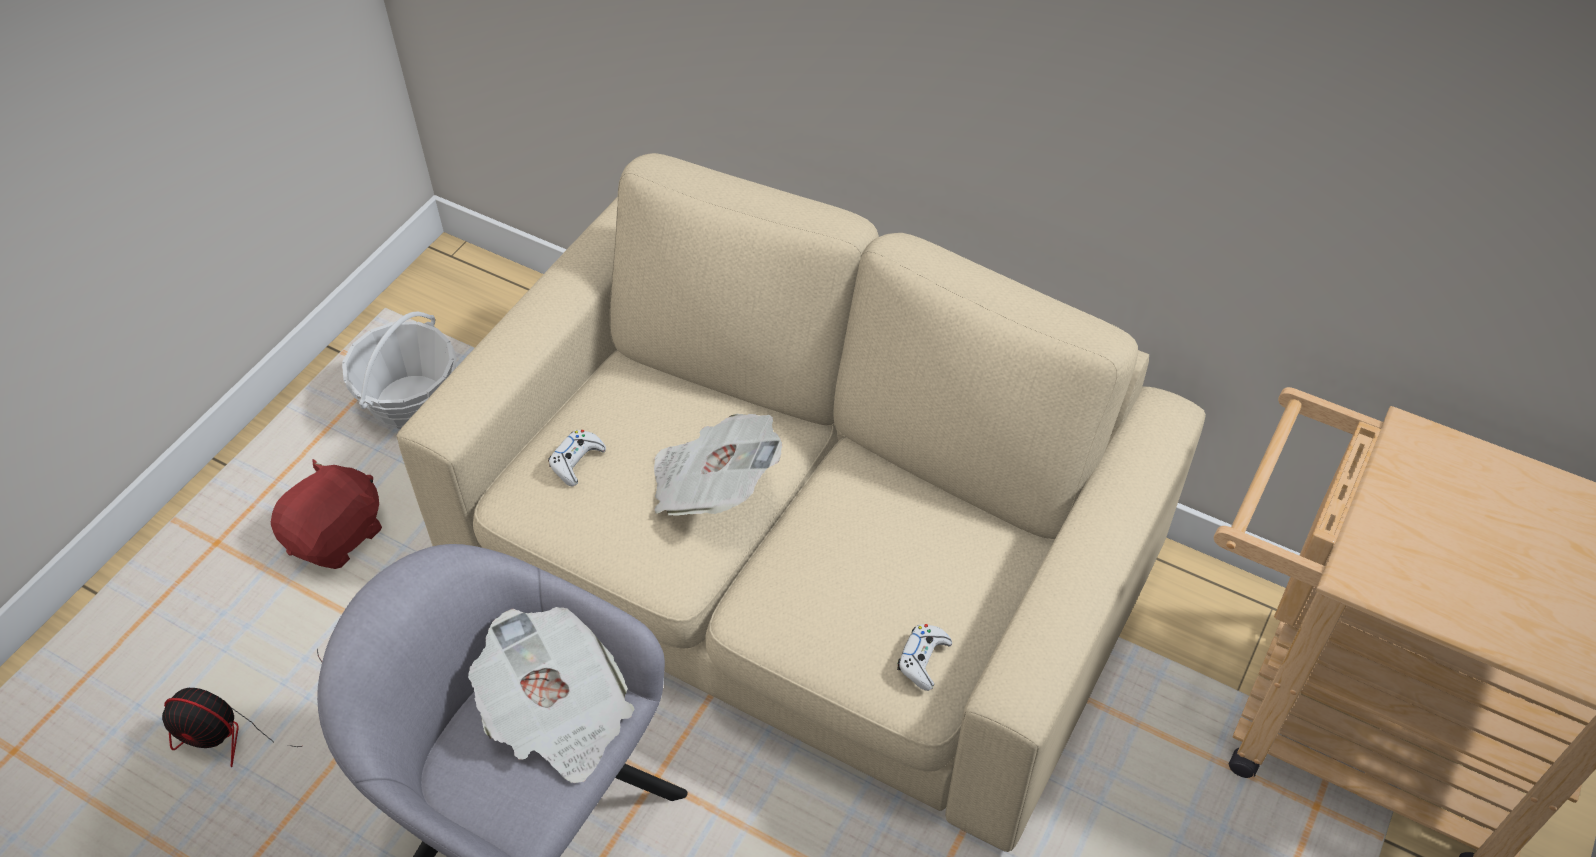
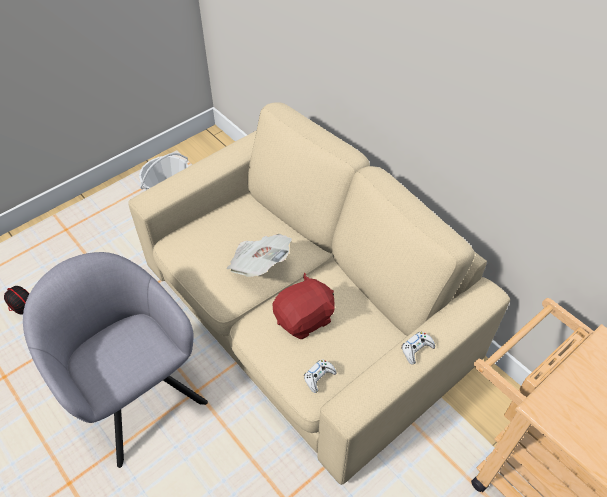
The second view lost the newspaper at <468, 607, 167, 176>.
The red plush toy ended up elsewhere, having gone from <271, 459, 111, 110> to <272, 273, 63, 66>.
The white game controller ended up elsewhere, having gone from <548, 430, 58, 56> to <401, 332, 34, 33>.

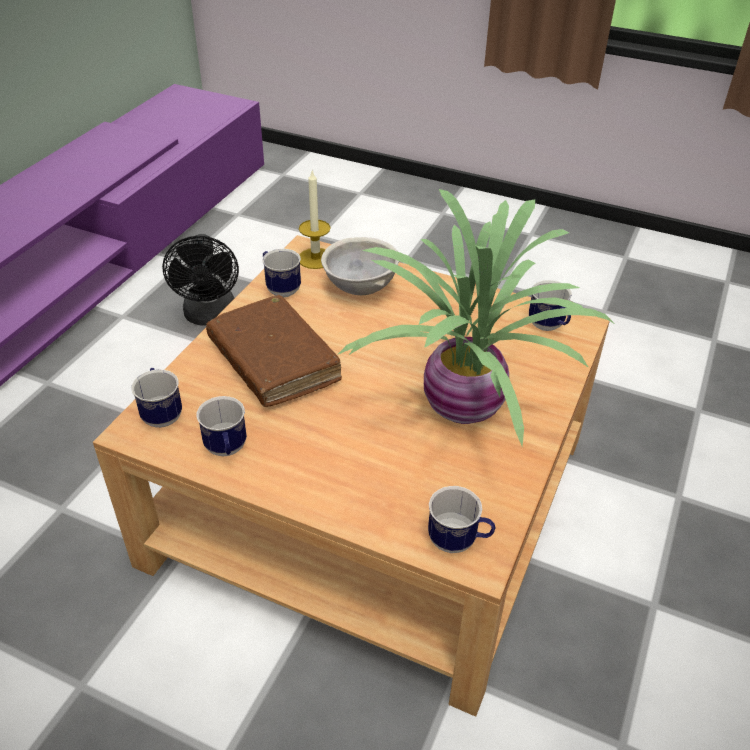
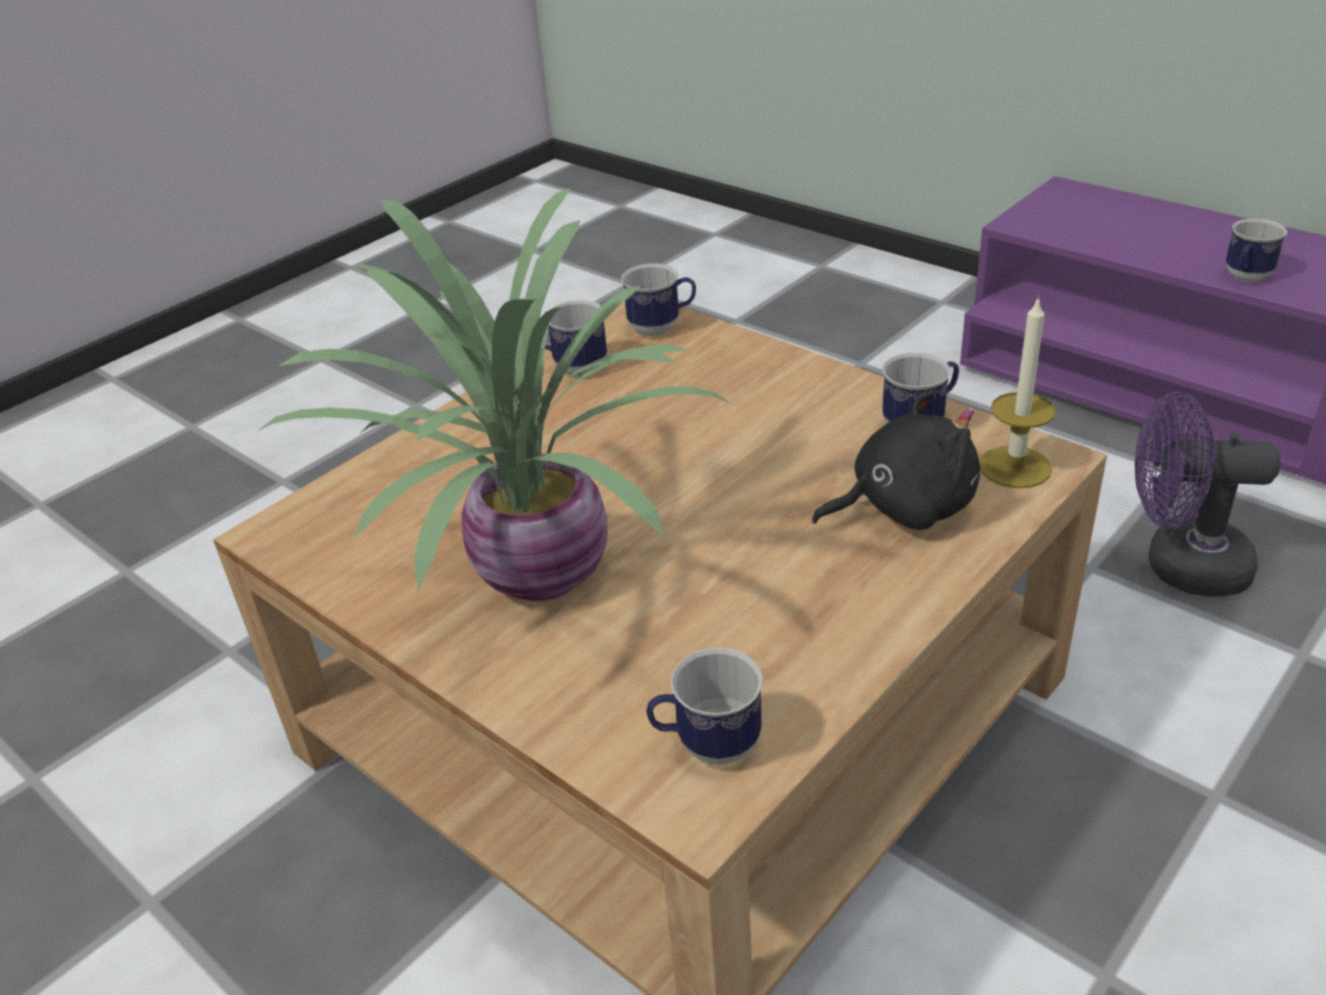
The second view lost the brown book at <206, 295, 136, 112>.
The mug ended up elsewhere, having gone from <428, 486, 67, 67> to <1226, 219, 61, 63>.
Where the grey bowl stood at <321, 237, 78, 58>, the black plush toy came to stand at <812, 390, 168, 140>.
What was the black fan at <162, 234, 77, 91> turned into the purple fan at <1135, 391, 145, 205>.

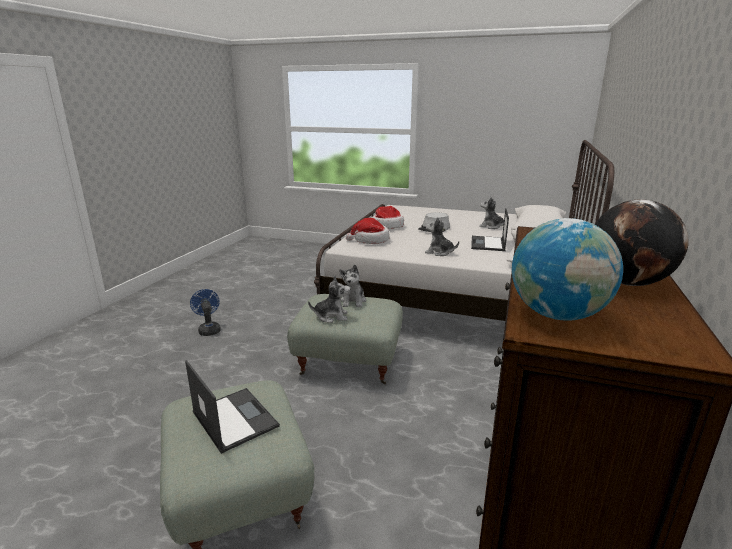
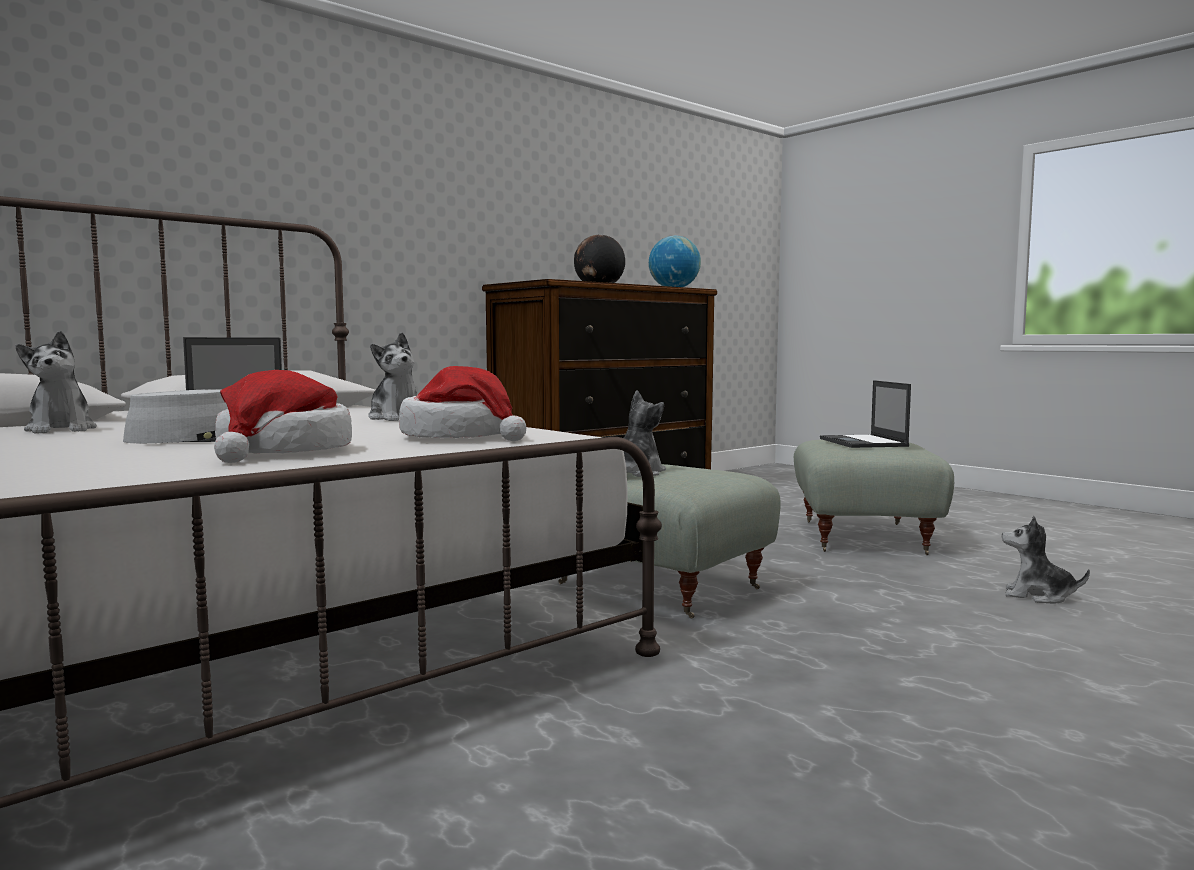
The second view lost the blue fan at <190, 289, 31, 47>.
The plush toy ended up elsewhere, having gone from <308, 275, 43, 48> to <1002, 516, 88, 88>.

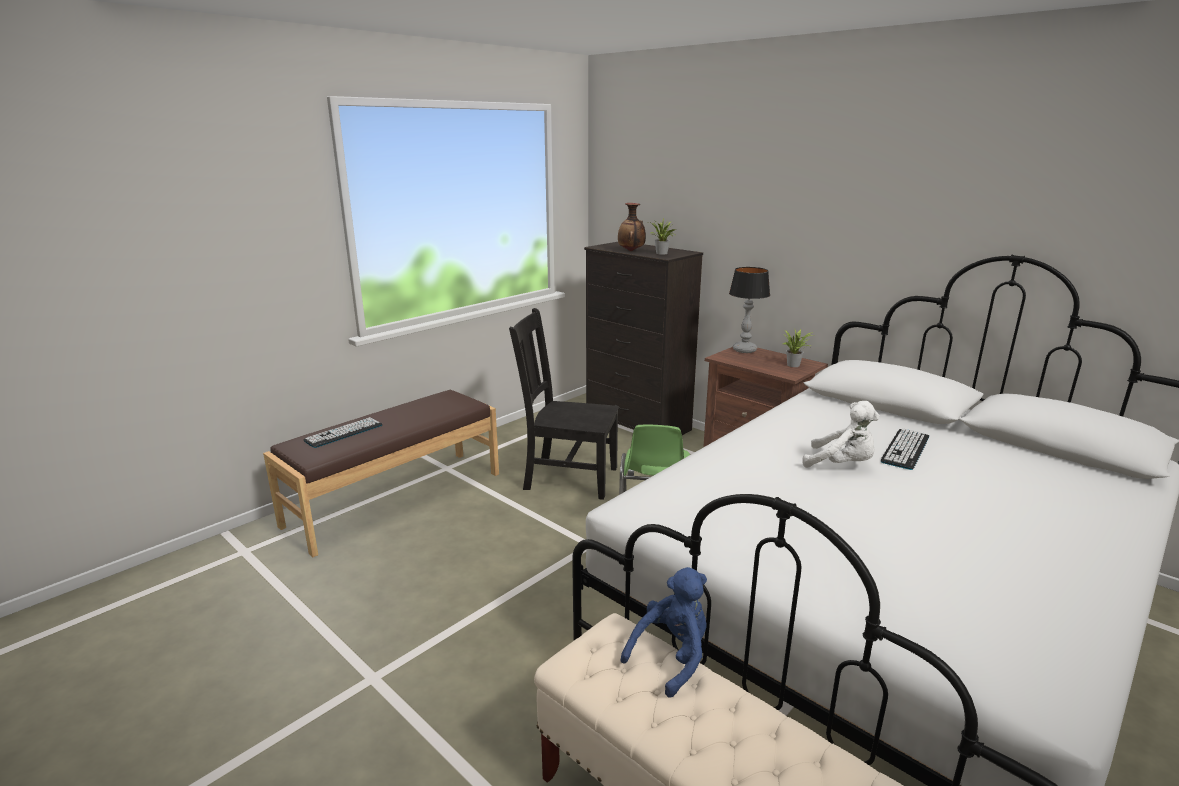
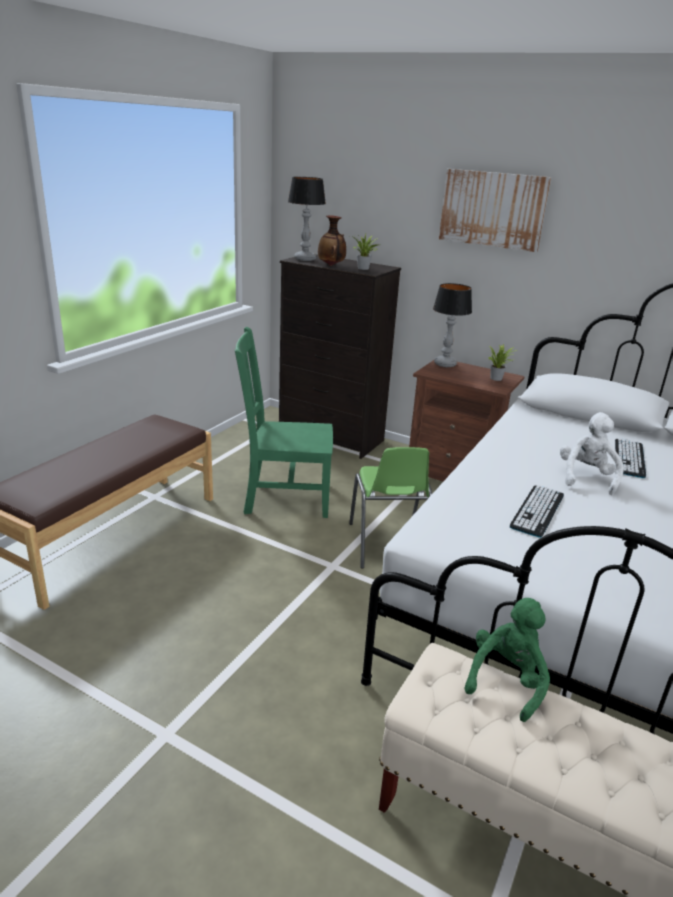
The second view gained the table lamp at <288, 177, 38, 84>.
The second view gained the picture at <439, 169, 112, 83>.
The keyboard ended up elsewhere, having gone from <303, 417, 80, 31> to <510, 485, 54, 53>.
What was the black chair at <509, 308, 110, 192> turned into the green chair at <235, 327, 98, 191>.
What was the blue plush toy at <620, 567, 87, 131> turned into the green plush toy at <465, 598, 85, 124>.
The white plush toy at <802, 401, 78, 67> ended up facing another way, 90 degrees counterclockwise from before.

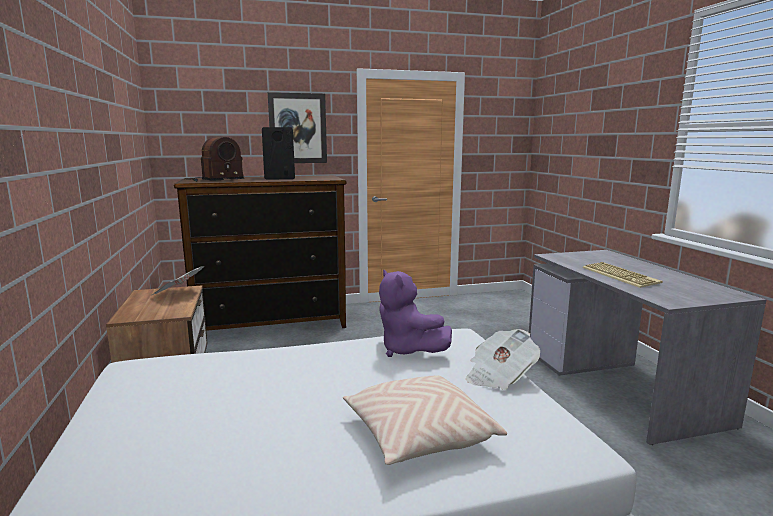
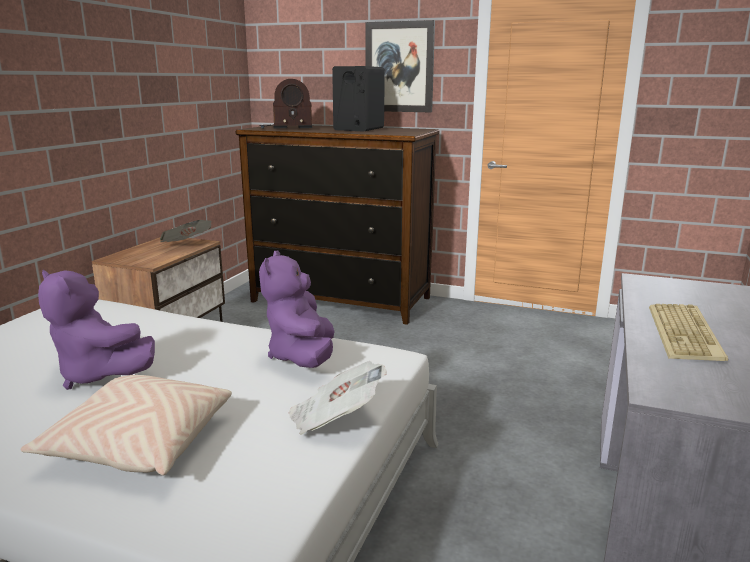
The second view gained the purple plush toy at <38, 270, 117, 120>.

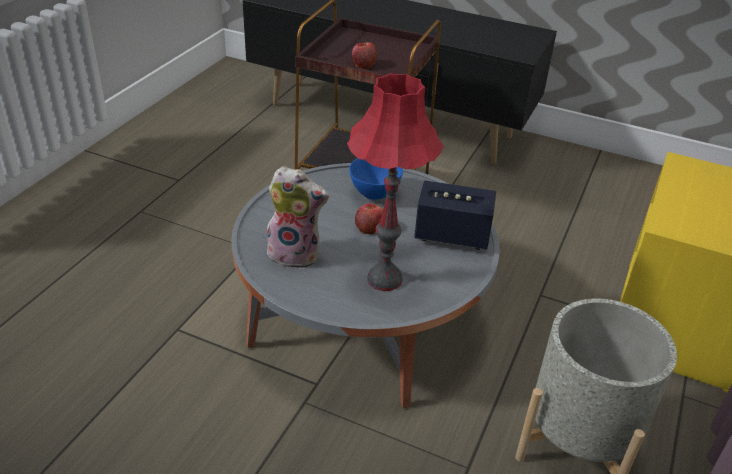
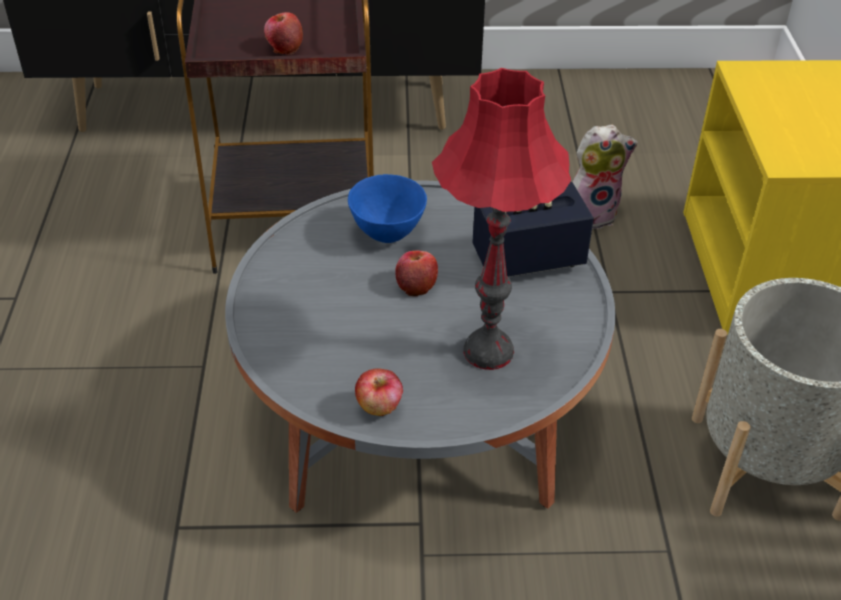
The second view gained the apple at <355, 368, 48, 48>.
The plush toy ended up elsewhere, having gone from <267, 166, 62, 103> to <572, 125, 66, 104>.

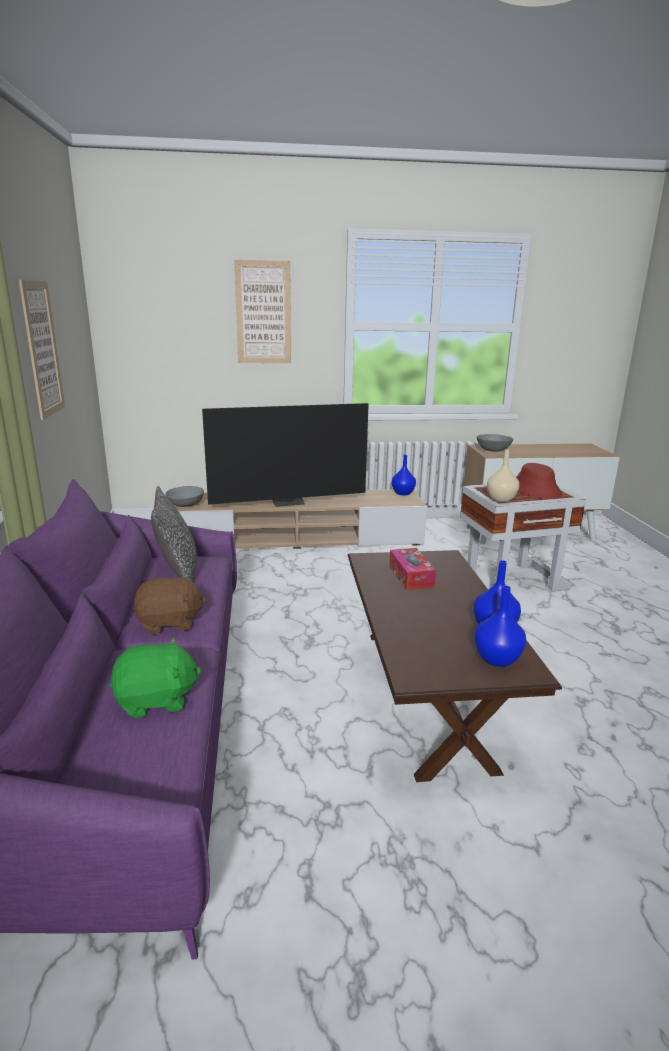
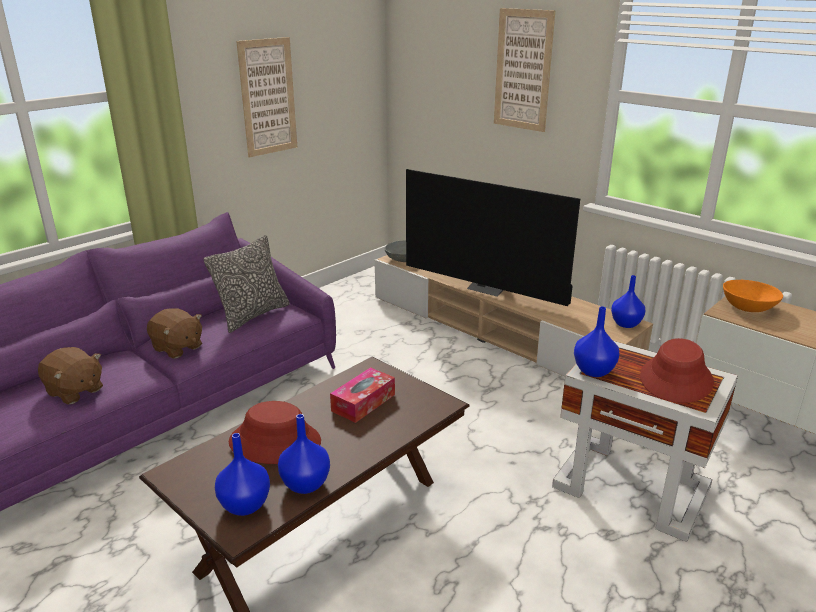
The second view gained the red hat at <228, 401, 93, 63>.
What was the green plush toy at <110, 638, 92, 80> turned into the brown plush toy at <38, 347, 65, 58>.
What was the grey bowl at <477, 434, 37, 18> turned into the orange bowl at <723, 280, 60, 32>.
What was the beige vase at <487, 450, 32, 52> turned into the blue vase at <574, 307, 45, 70>.

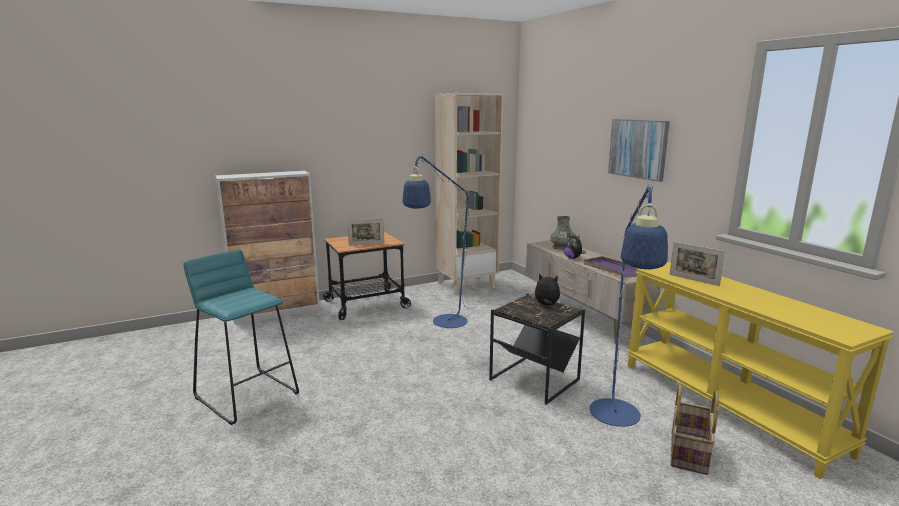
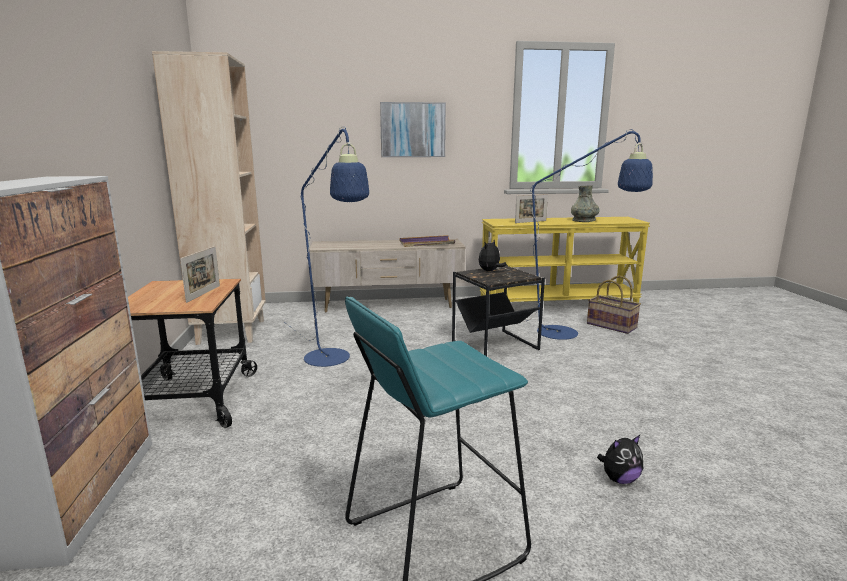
The grey vase ended up elsewhere, having gone from <550, 216, 26, 34> to <571, 185, 29, 37>.
The plush toy ended up elsewhere, having gone from <563, 233, 23, 26> to <597, 435, 46, 49>.

